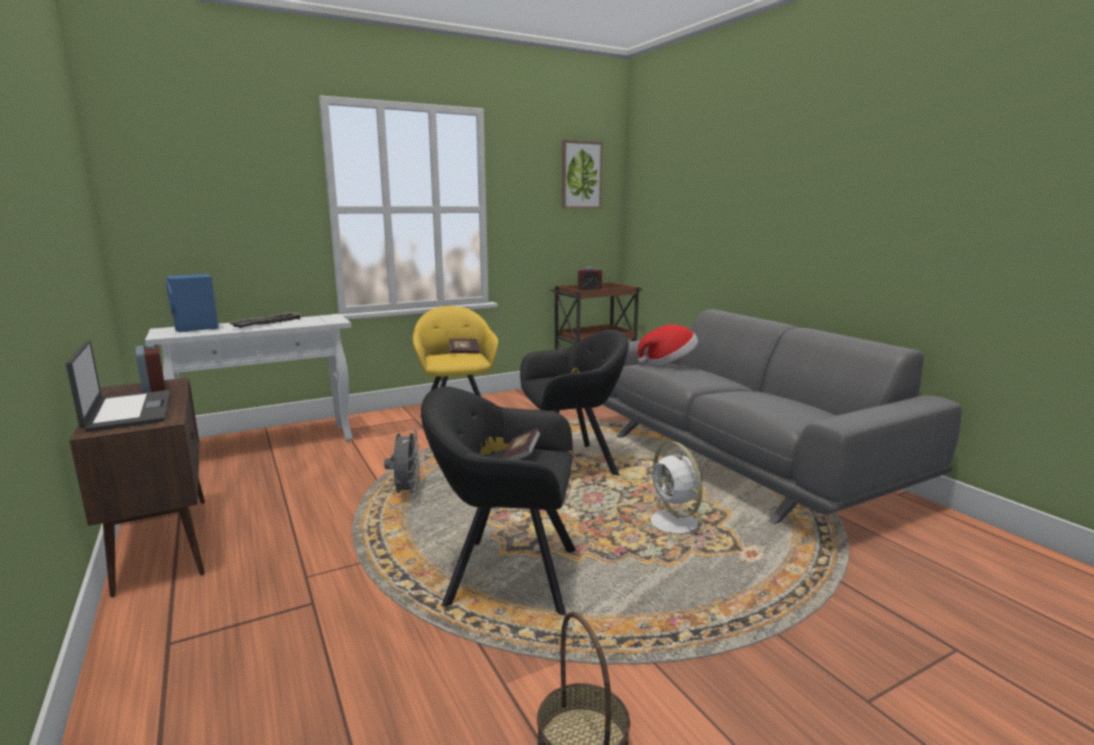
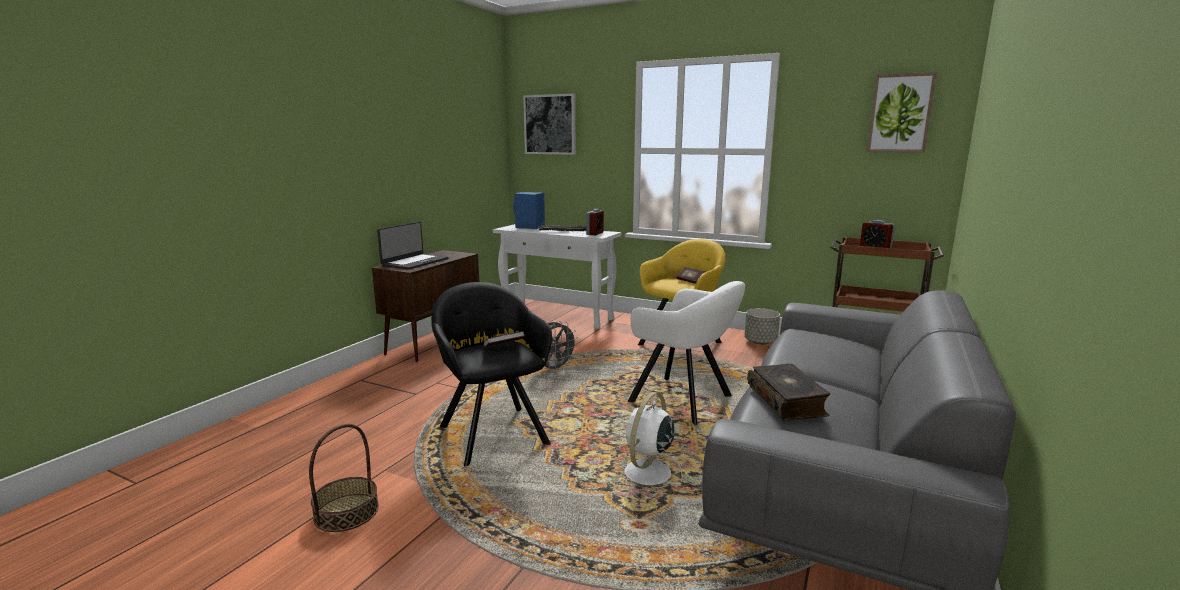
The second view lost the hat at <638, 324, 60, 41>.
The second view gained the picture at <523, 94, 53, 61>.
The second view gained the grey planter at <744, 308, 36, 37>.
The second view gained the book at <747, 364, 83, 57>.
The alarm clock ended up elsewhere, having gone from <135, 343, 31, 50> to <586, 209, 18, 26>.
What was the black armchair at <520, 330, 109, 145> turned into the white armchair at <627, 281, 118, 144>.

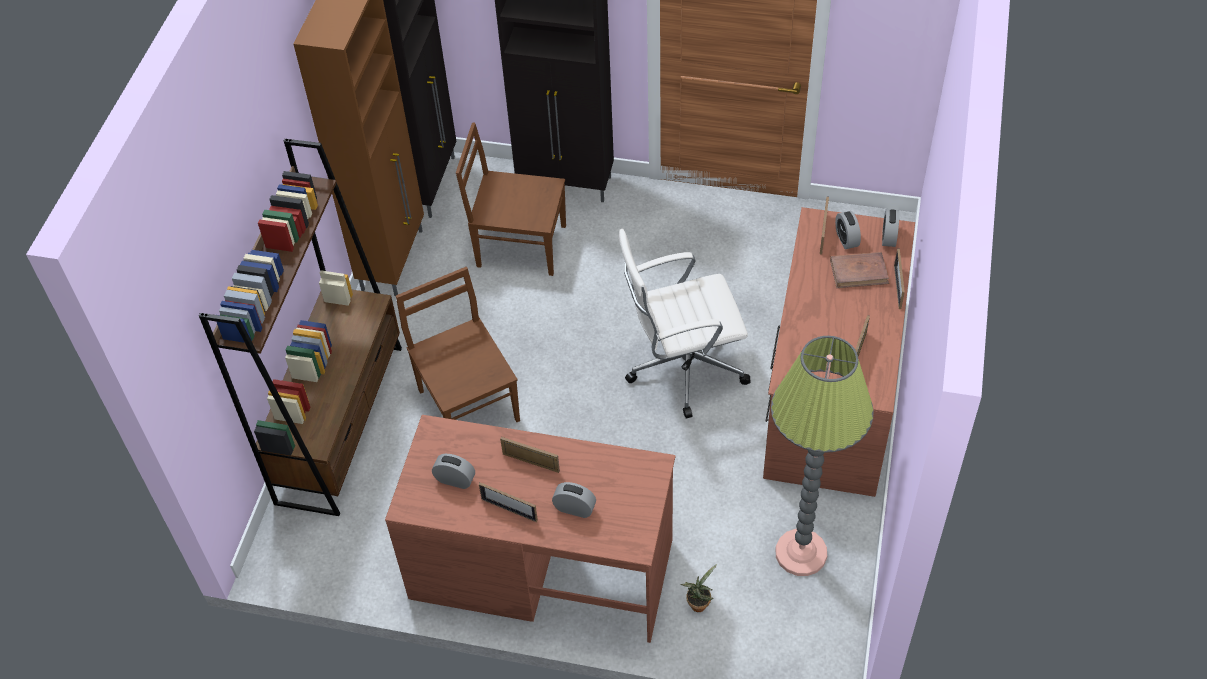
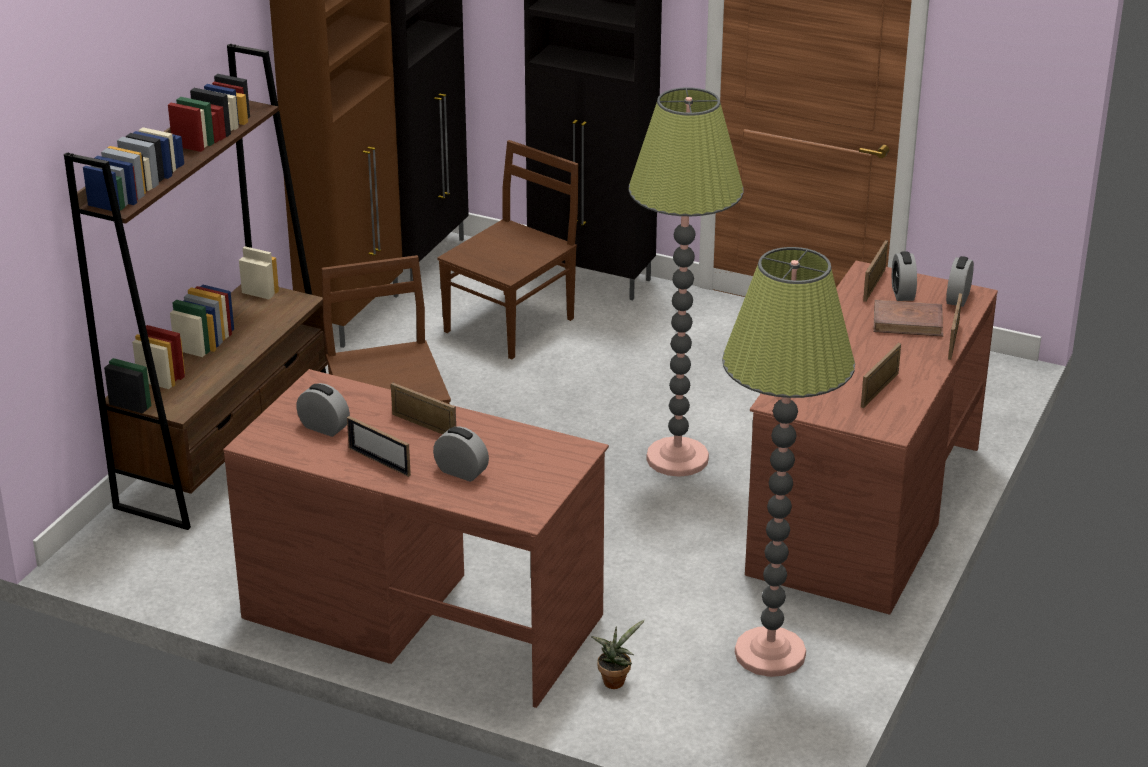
Where the white office chair stood at <618, 229, 132, 189>, the floor lamp came to stand at <629, 87, 114, 390>.
The brown chair at <456, 122, 110, 154> ended up facing another way, 105 degrees clockwise from before.

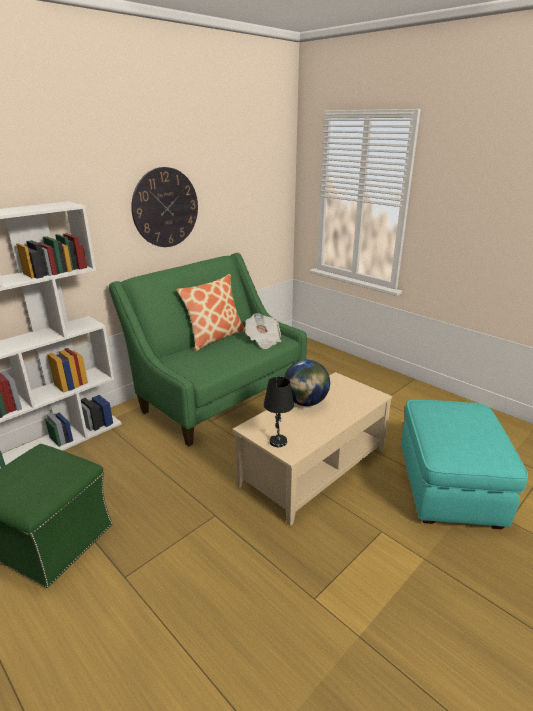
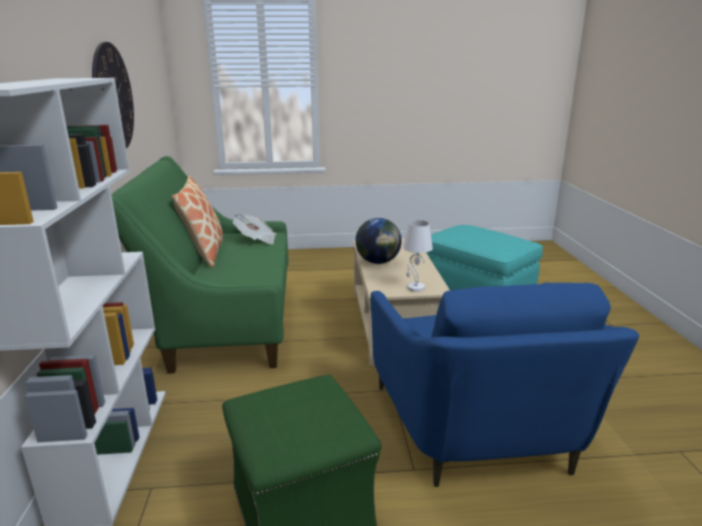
The second view gained the blue armchair at <371, 283, 268, 204>.
What was the black table lamp at <264, 377, 30, 70> turned into the white table lamp at <403, 220, 30, 72>.

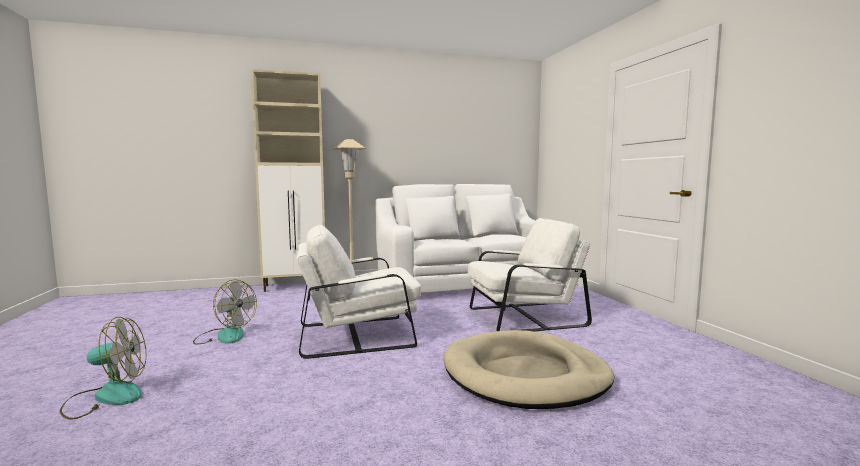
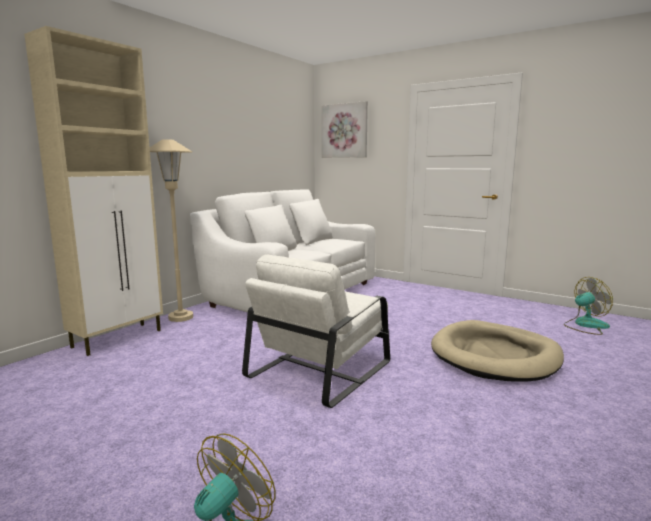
The second view lost the white armchair at <468, 218, 124, 113>.
The second view gained the picture at <322, 101, 46, 57>.
The fan ended up elsewhere, having gone from <193, 279, 64, 65> to <564, 277, 49, 58>.

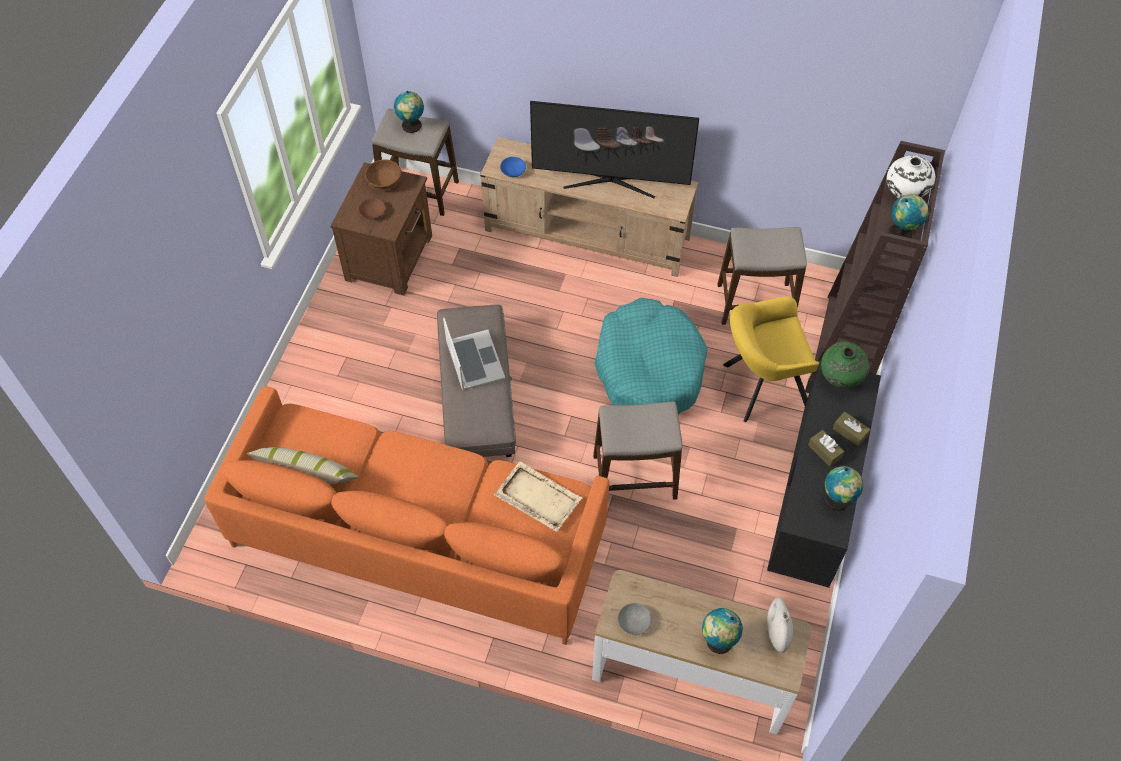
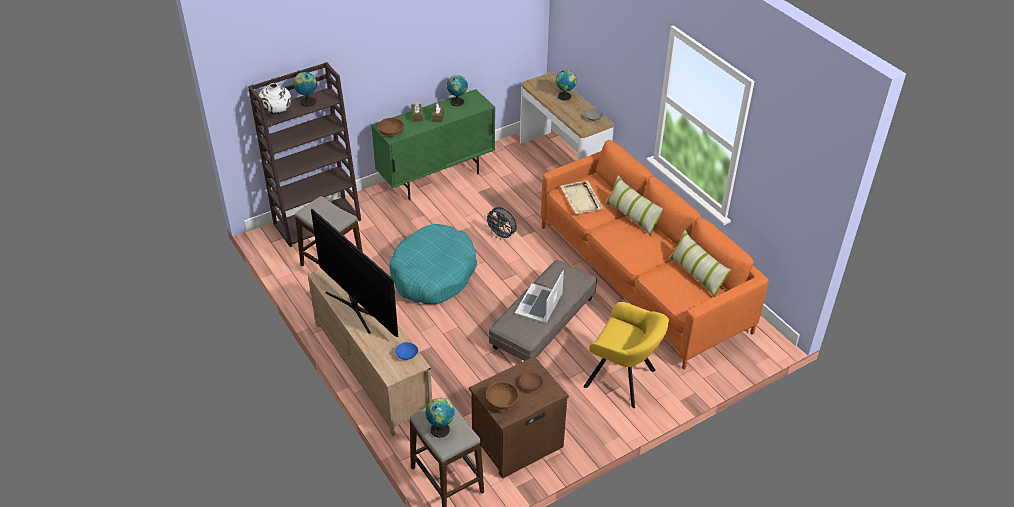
The second view lost the white vase at <767, 597, 26, 56>.
The second view gained the pillow at <604, 175, 59, 61>.
The yellow armchair ended up elsewhere, having gone from <723, 297, 96, 125> to <583, 302, 86, 106>.
Where the stool stood at <593, 402, 89, 98>, the grey fan came to stand at <484, 207, 33, 34>.
Where the green vase stood at <821, 341, 49, 47>, the brown bowl came to stand at <378, 118, 26, 18>.
What was the black cabinet at <767, 361, 114, 227> turned into the green cabinet at <371, 89, 124, 111>.

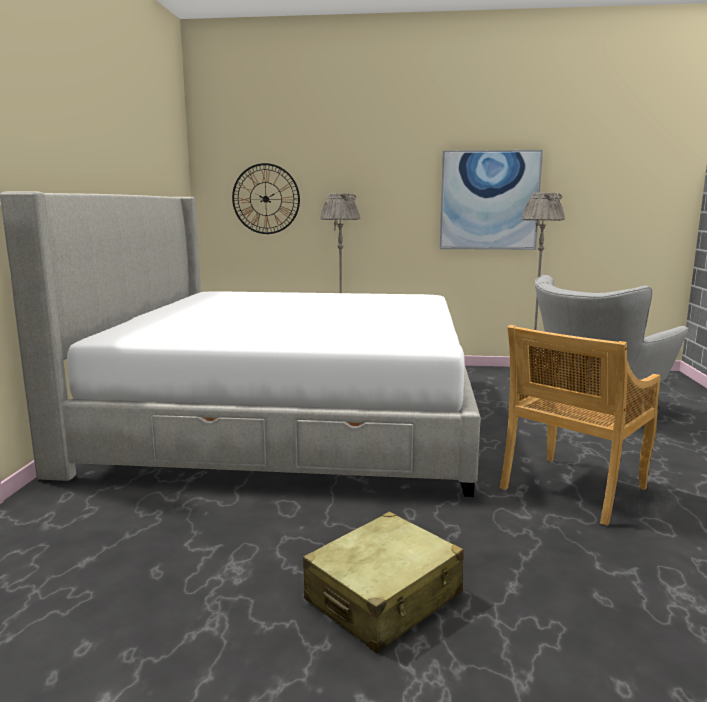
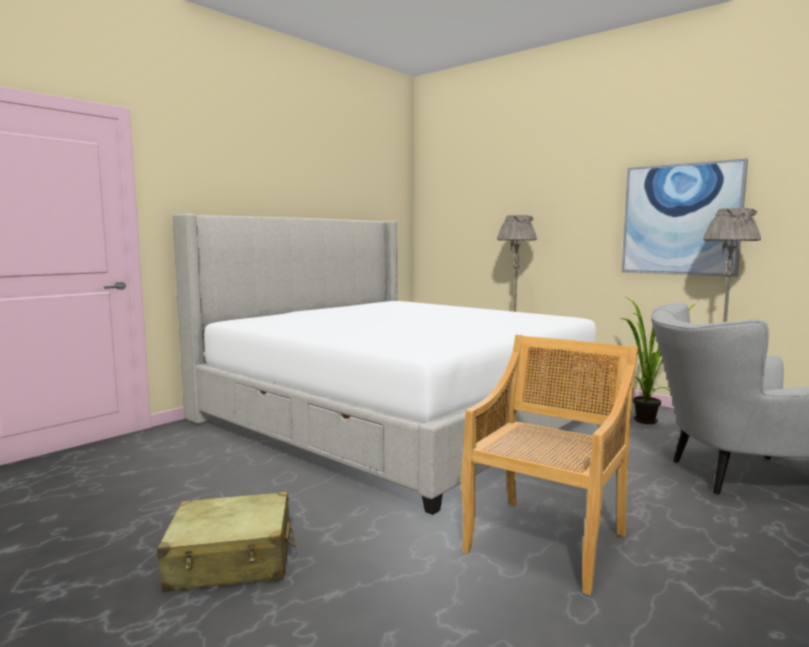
The second view lost the wall clock at <232, 163, 68, 71>.
The second view gained the potted plant at <620, 298, 75, 126>.
The beige chair at <500, 325, 160, 201> ended up facing another way, 135 degrees clockwise from before.

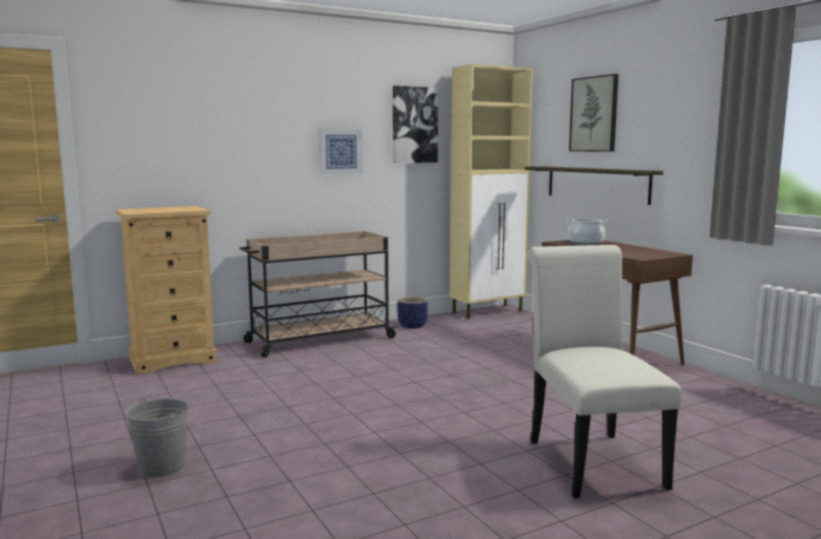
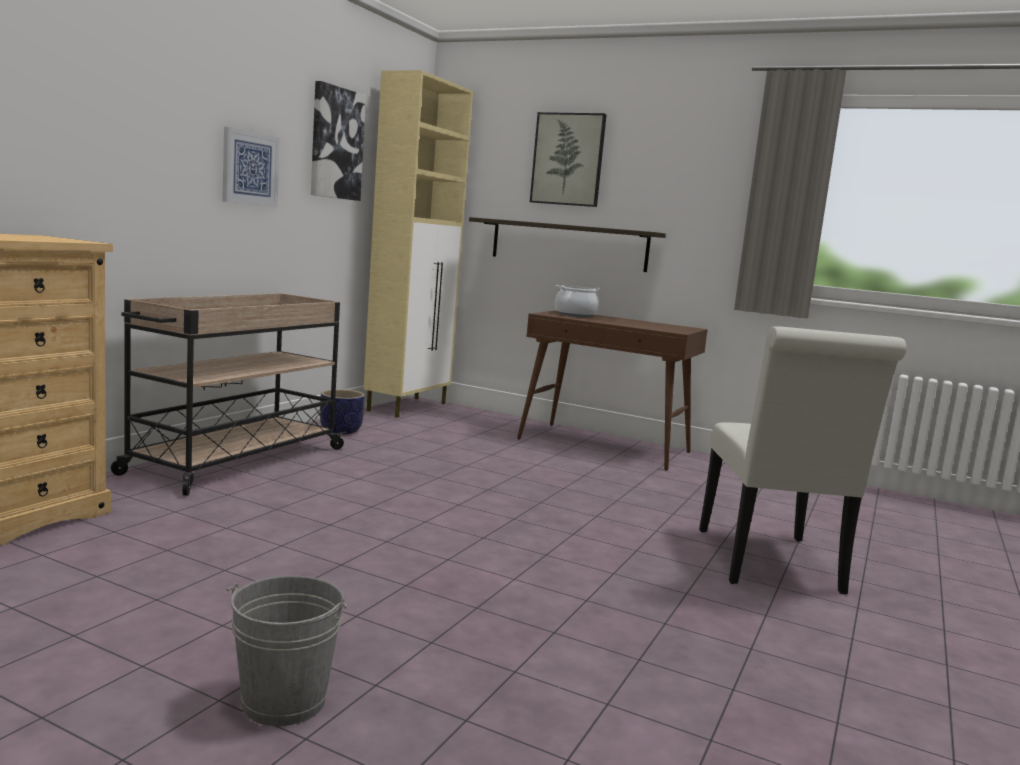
The white chair at <529, 245, 153, 253> ended up facing another way, 135 degrees counterclockwise from before.

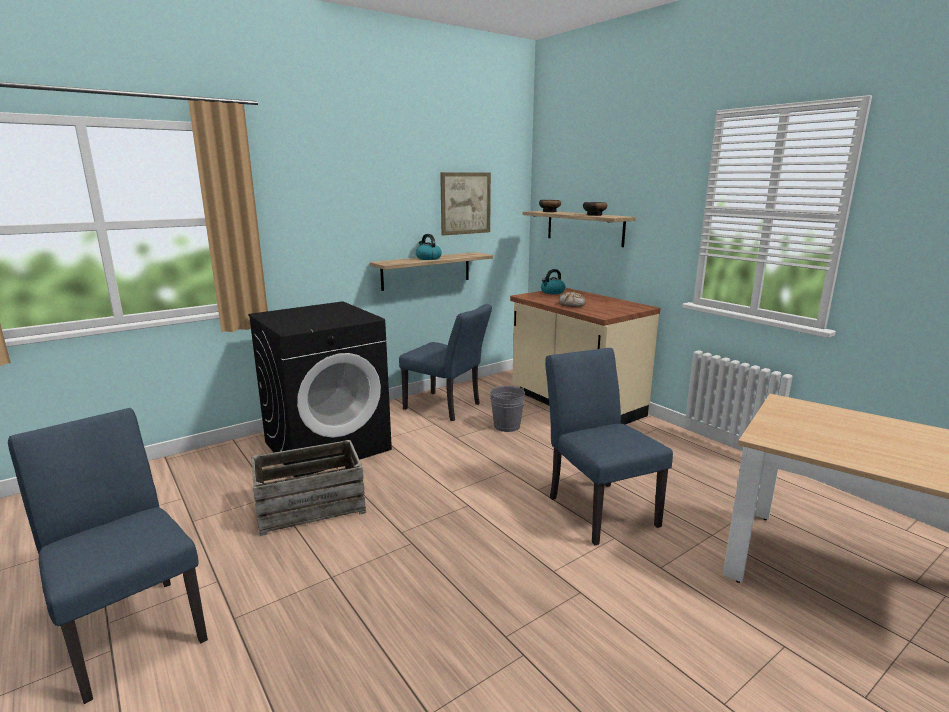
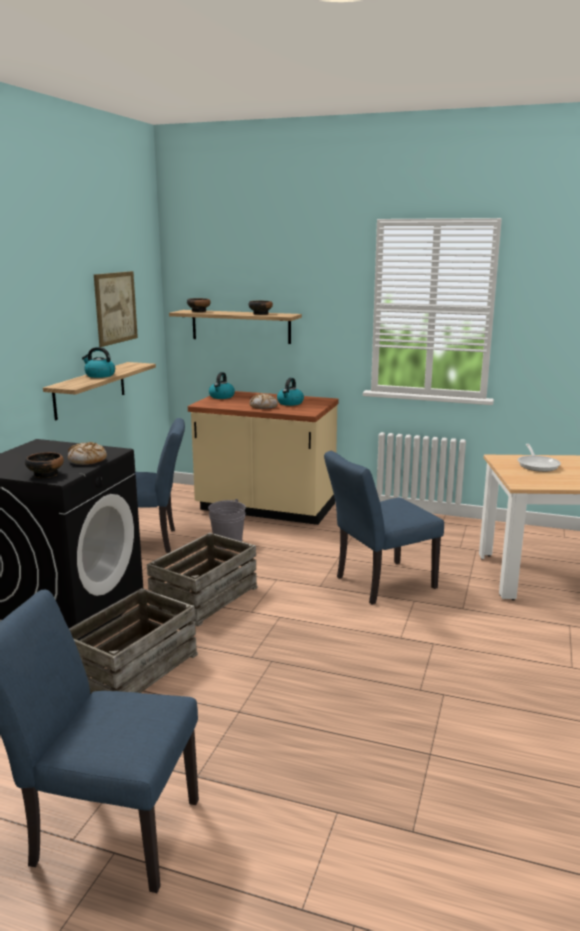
The second view gained the bowl at <25, 452, 39, 26>.
The second view gained the bread at <68, 442, 39, 23>.
The second view gained the crate at <147, 533, 111, 93>.
The second view gained the kettle at <277, 378, 27, 28>.
The second view gained the frying pan at <518, 444, 43, 28>.
The blue chair at <545, 348, 128, 197> ended up facing another way, 60 degrees counterclockwise from before.

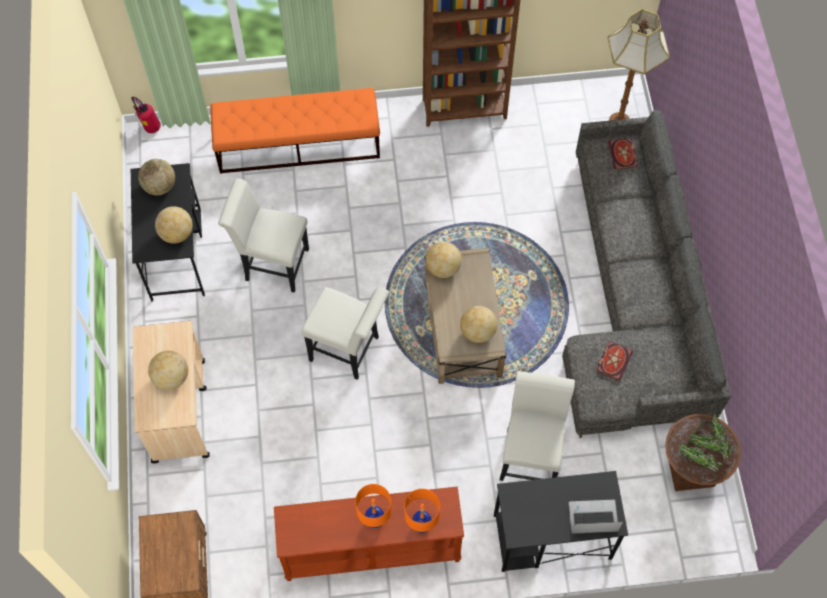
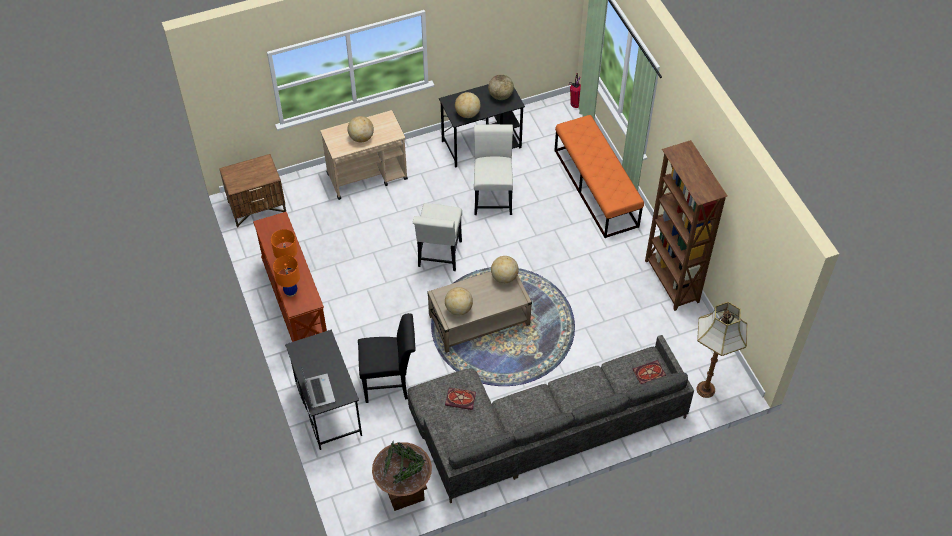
What was the white chair at <500, 371, 75, 110> turned into the black chair at <358, 313, 58, 90>.

